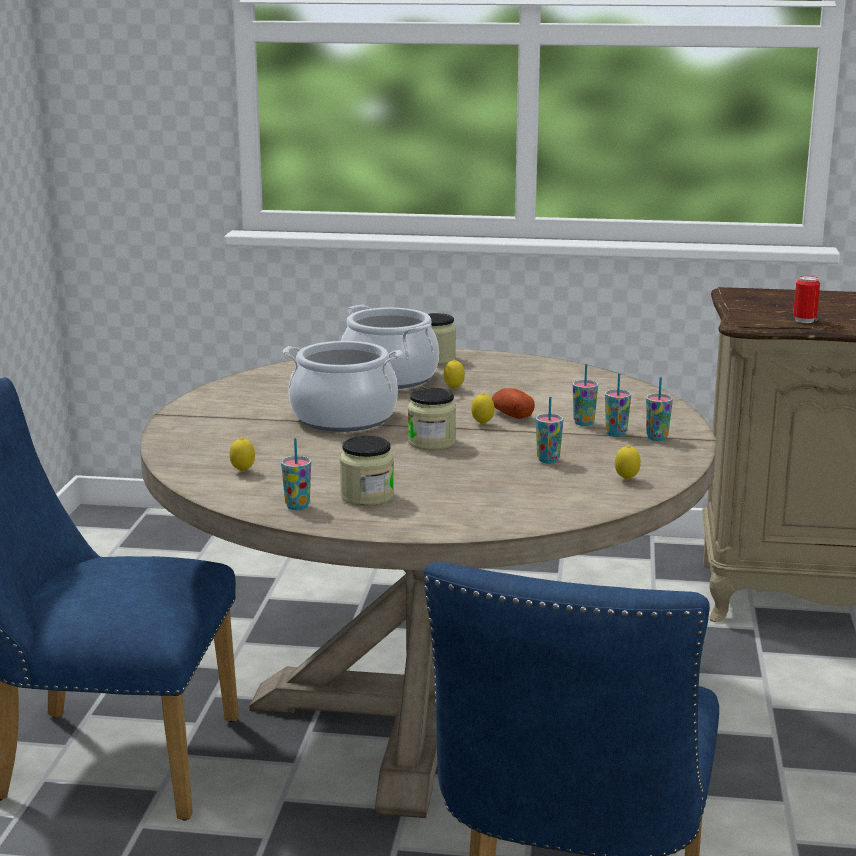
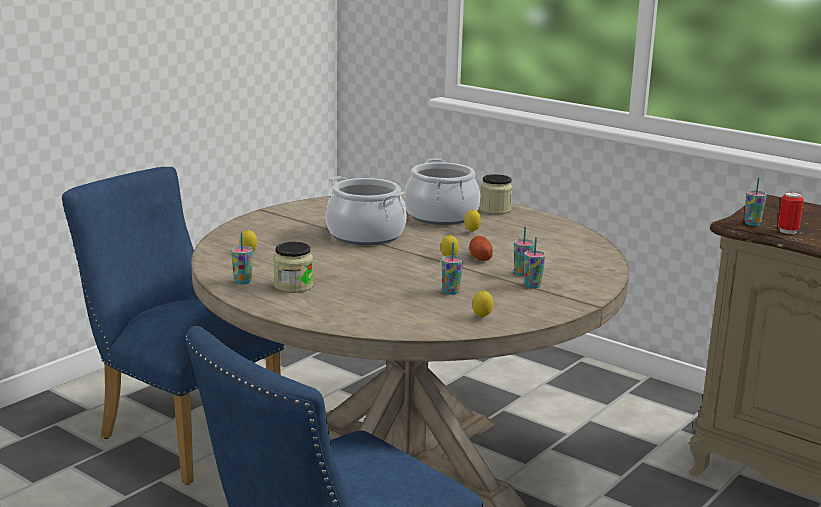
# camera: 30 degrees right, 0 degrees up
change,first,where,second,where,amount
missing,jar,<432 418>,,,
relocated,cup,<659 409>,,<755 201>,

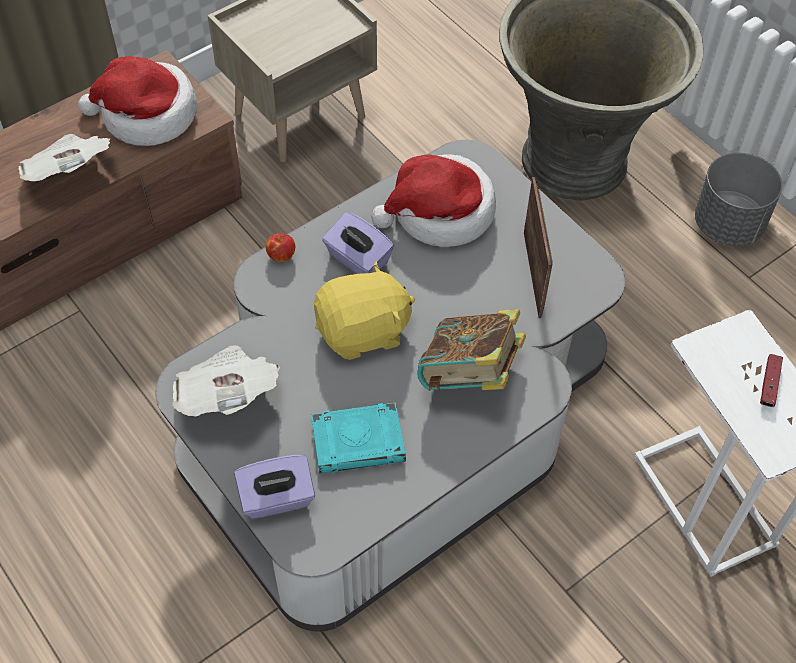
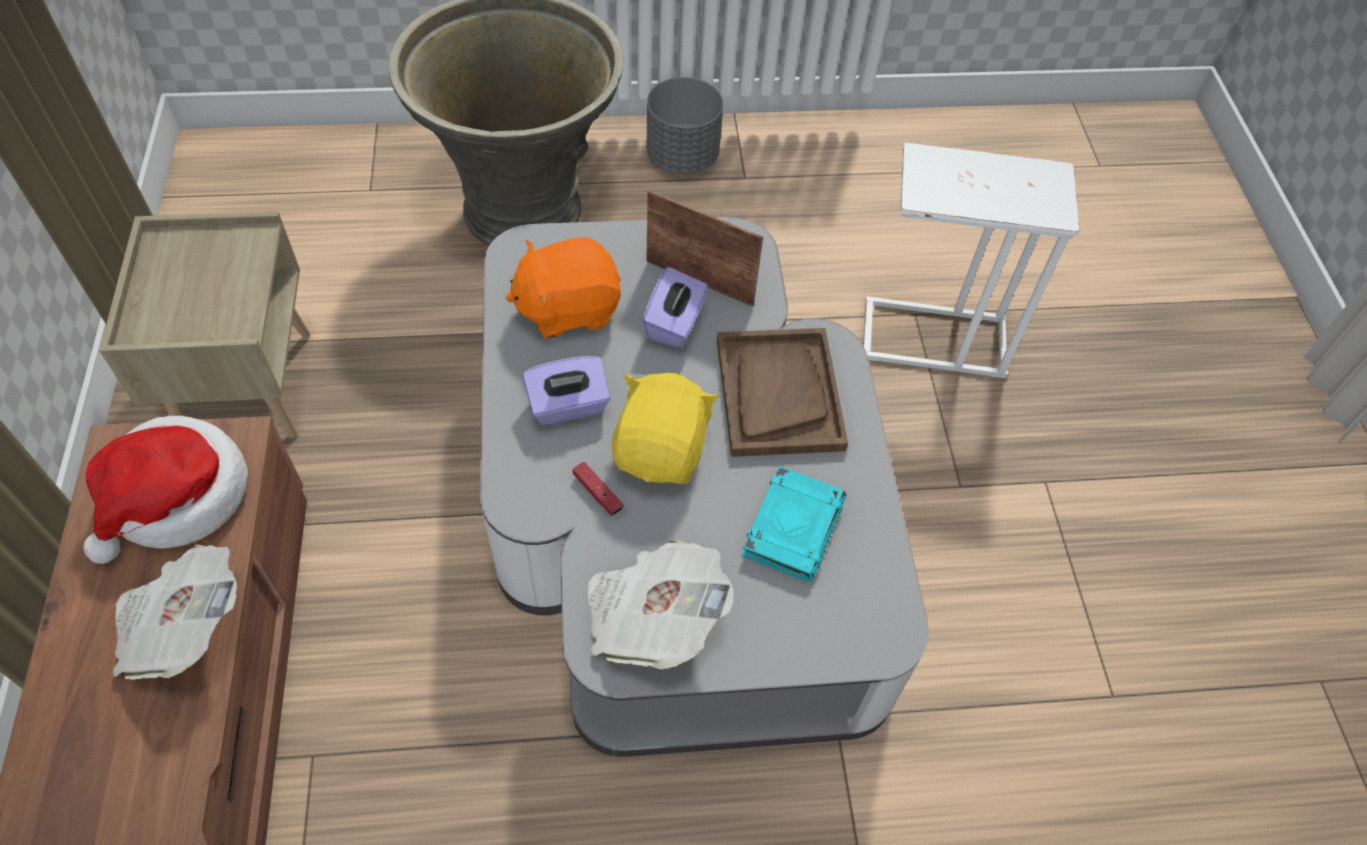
# camera: 60 degrees left, 0 degrees up
change,first,where,second,where,amount
missing,apple,<280 247>,,,
relocated,purple tissue box,<274 487>,,<675 307>,
relocated,red game controller,<771 380>,,<598 489>,
exchanged,hat,<433 200>,orange plush toy,<563 288>,
exchanged,book,<471 350>,brown tray,<782 392>,

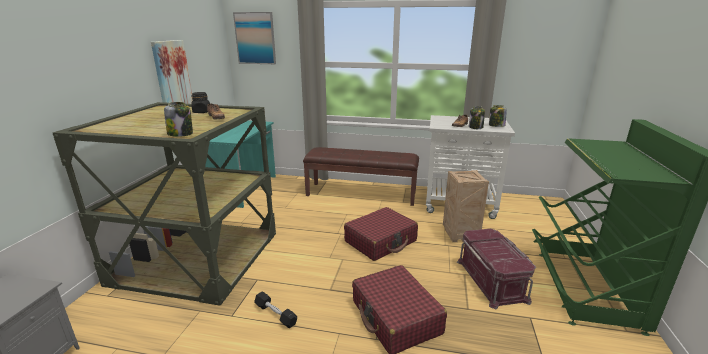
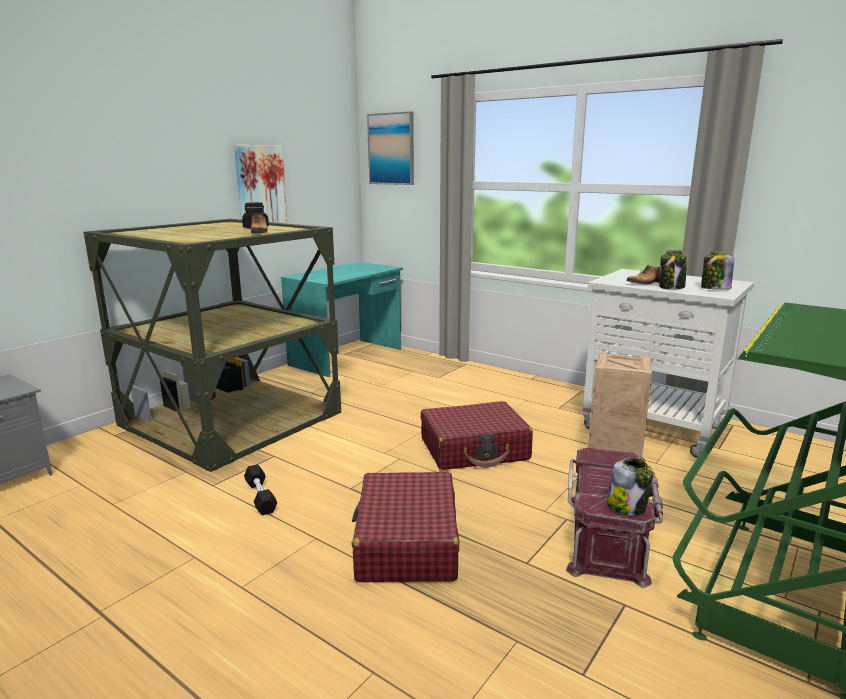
# camera: 25 degrees right, 5 degrees down
change,first,where,second,where,amount
missing,brown bench,<361 176>,,,
relocated,jar,<178 119>,,<629 487>,

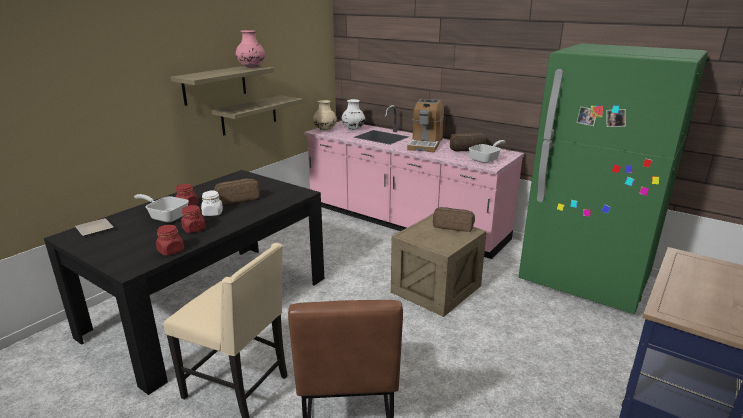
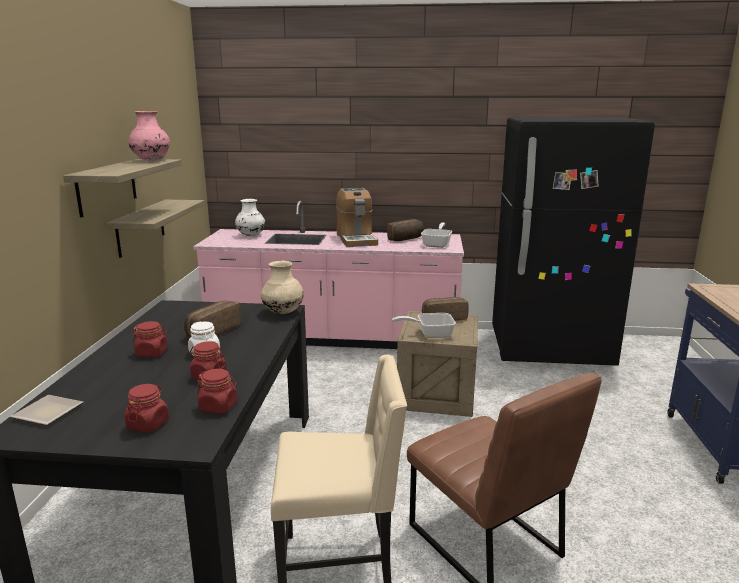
# camera: 30 degrees left, 5 degrees down
change,first,where,second,where,amount
appeared,,,red jar,<147 408>,
relocated,frying pan,<161 208>,,<424 325>,
relocated,beige vase,<325 115>,,<282 287>,
colour,green fridge,<613 178>,black fridge,<573 241>,

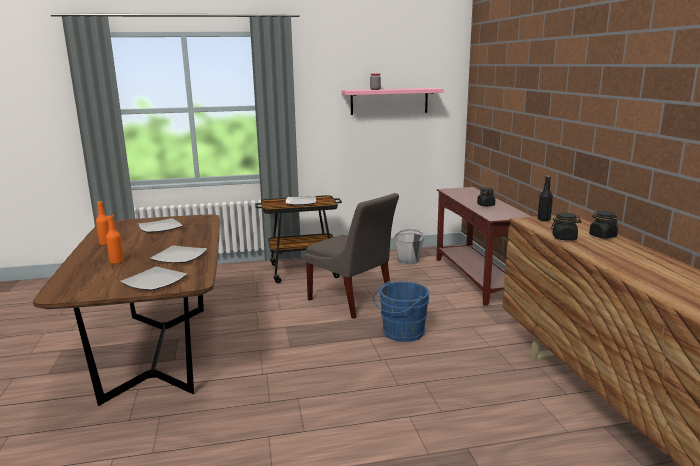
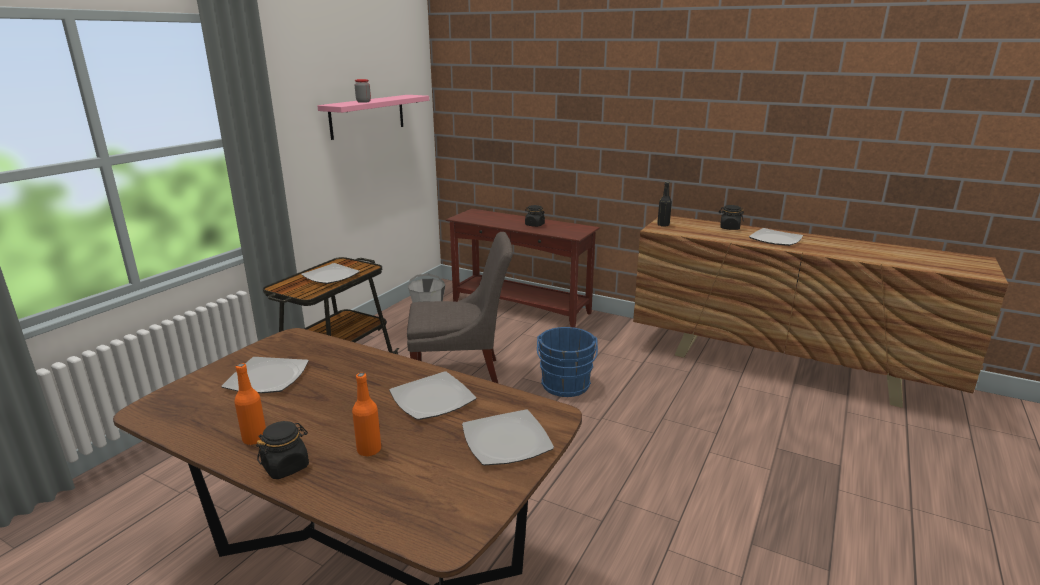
# camera: 50 degrees left, 5 degrees up
change,first,where,second,where,amount
appeared,,,plate,<776 237>,
relocated,black jar,<566 226>,,<282 450>,

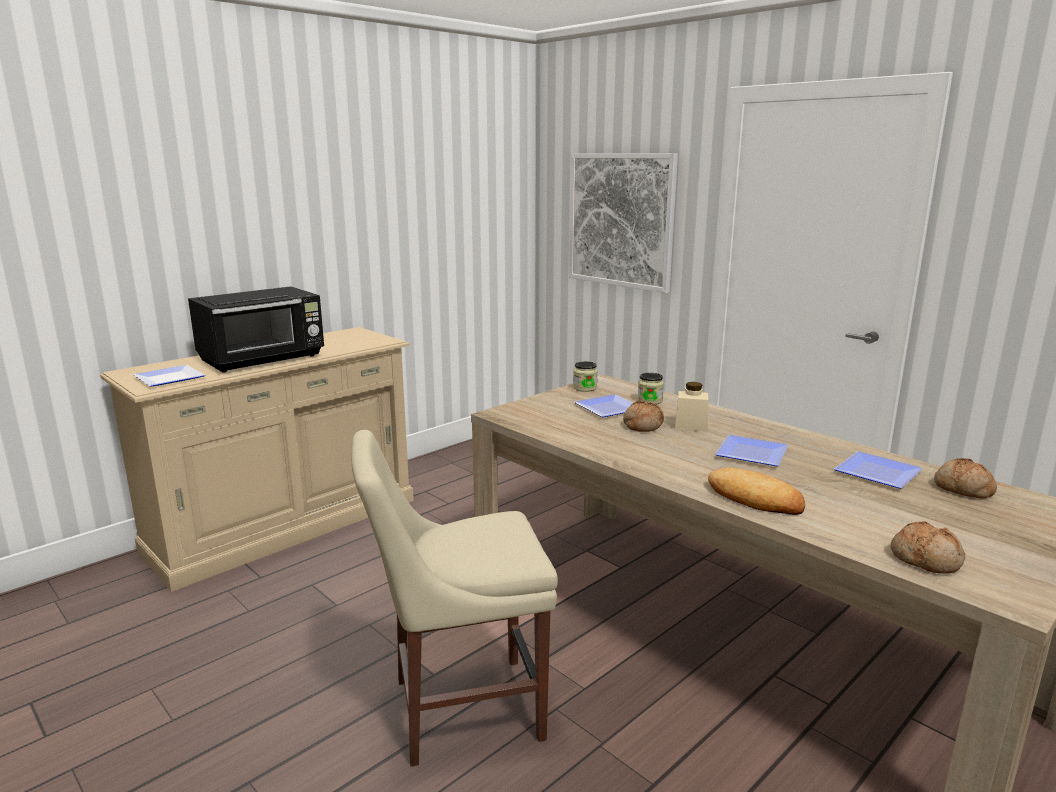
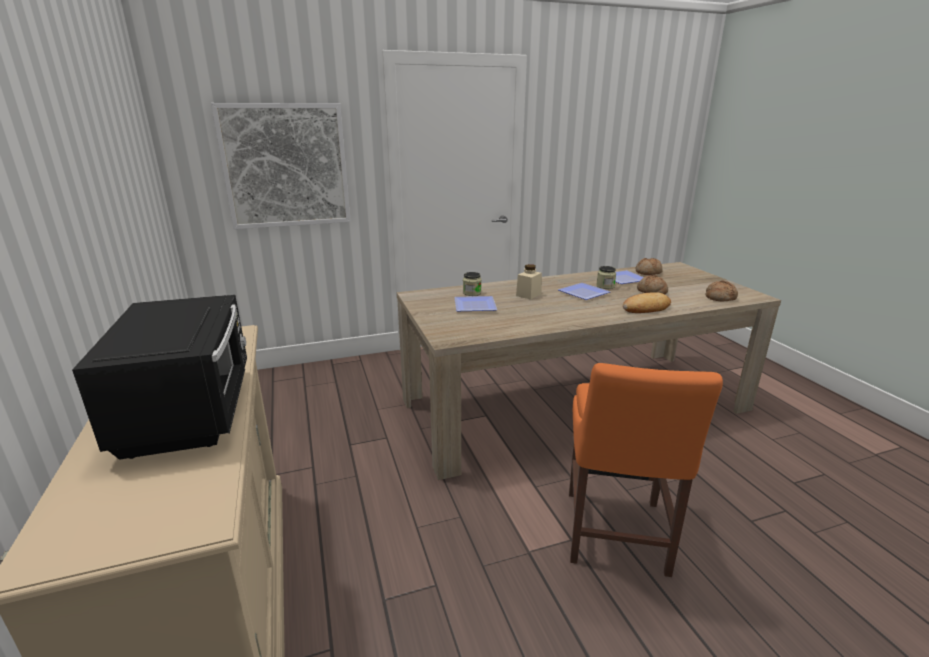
# camera: 65 degrees left, 5 degrees up
change,first,where,second,where,amount
missing,plate,<169 376>,,,
relocated,jar,<585 376>,,<606 277>,
relocated,bread,<643 416>,,<652 284>,
colour,beige chair,<454 598>,orange chair,<646 470>,

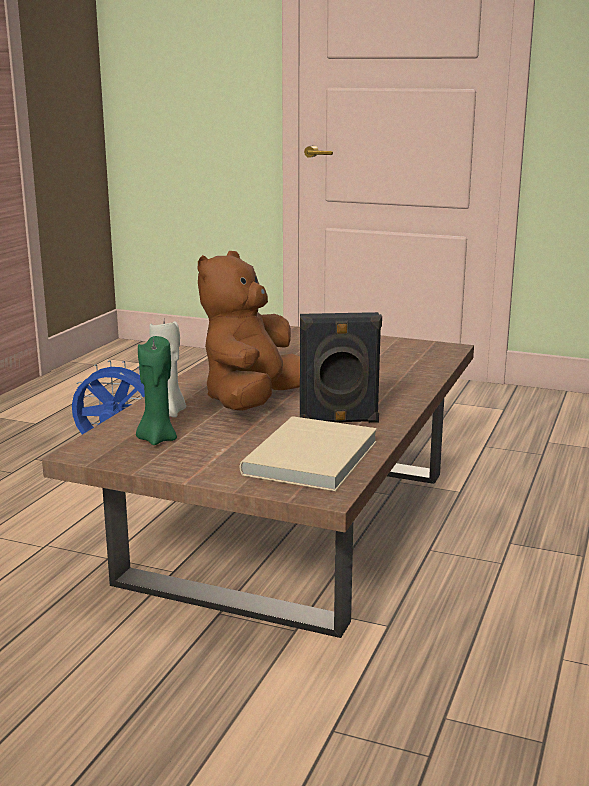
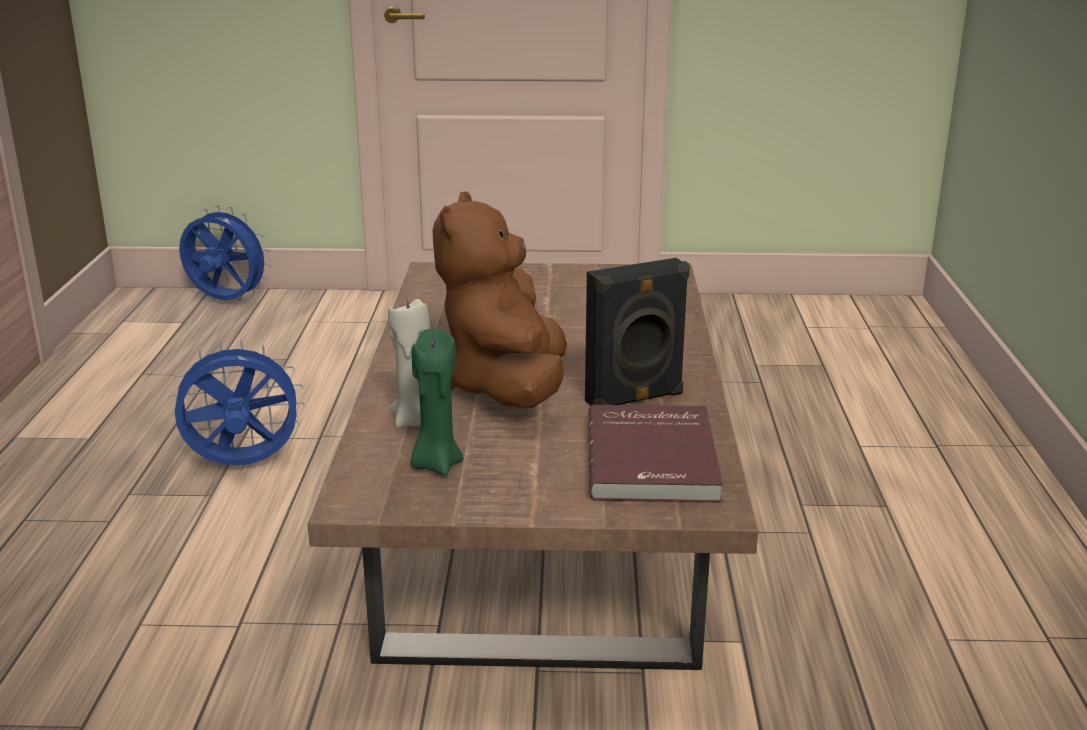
# camera: 20 degrees left, 5 degrees up
change,first,where,second,where,amount
appeared,,,blue fan,<225 252>,
colour,beige book,<308 453>,red book,<655 454>,

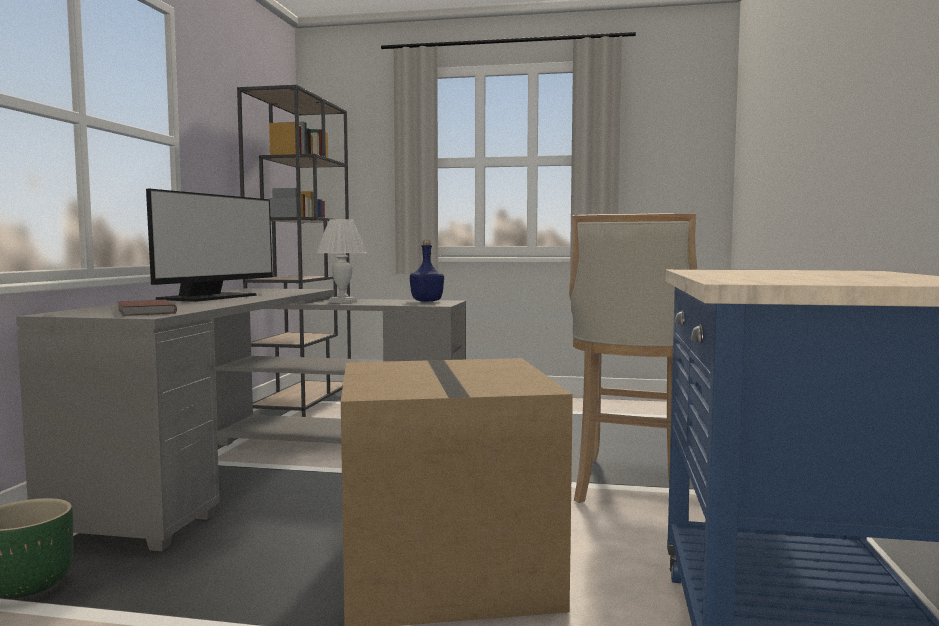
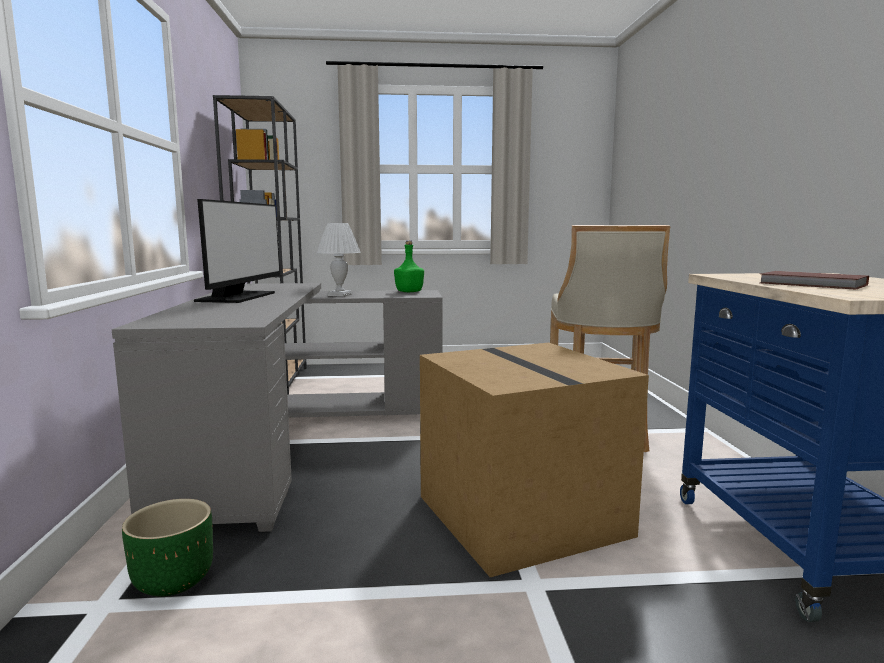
# camera: 15 degrees left, 5 degrees up
change,first,where,second,where,amount
relocated,brown book,<147 308>,,<814 280>,
colour,blue bottle,<427 271>,green bottle,<409 266>,

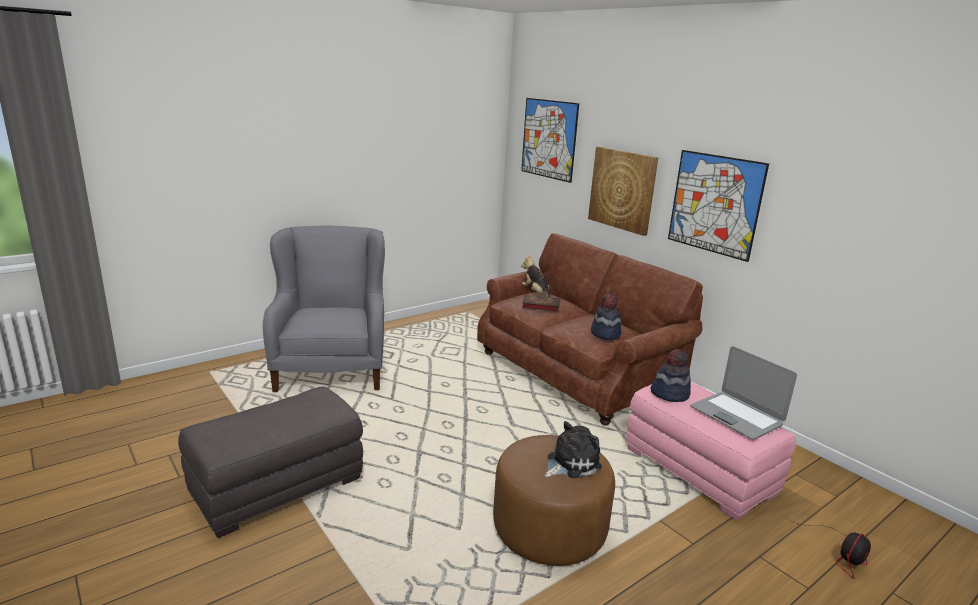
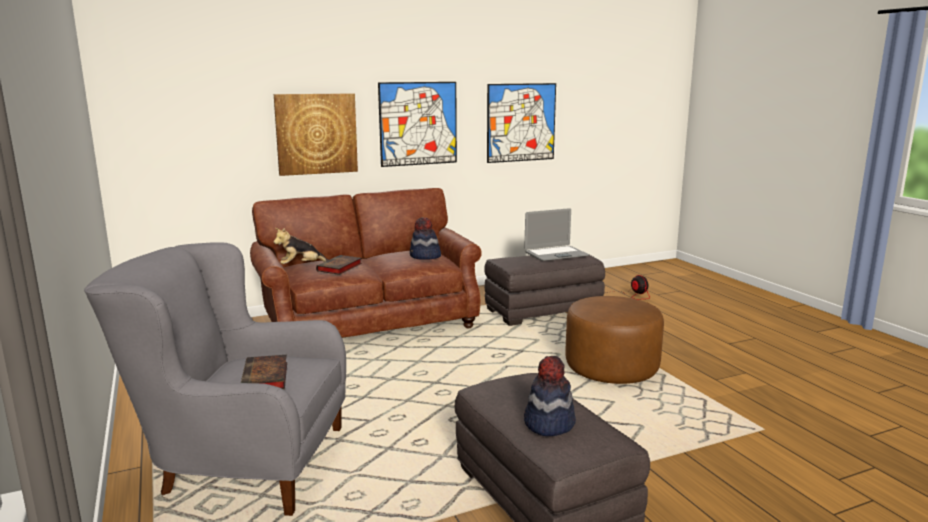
# camera: 75 degrees left, 5 degrees down
change,first,where,second,where,amount
missing,plush toy,<573 449>,,,
appeared,,,book,<264 372>,
relocated,picture,<550 140>,,<521 123>,
relocated,hat,<670 375>,,<550 396>,
colour,pink ottoman,<711 451>,grey ottoman,<544 290>,

